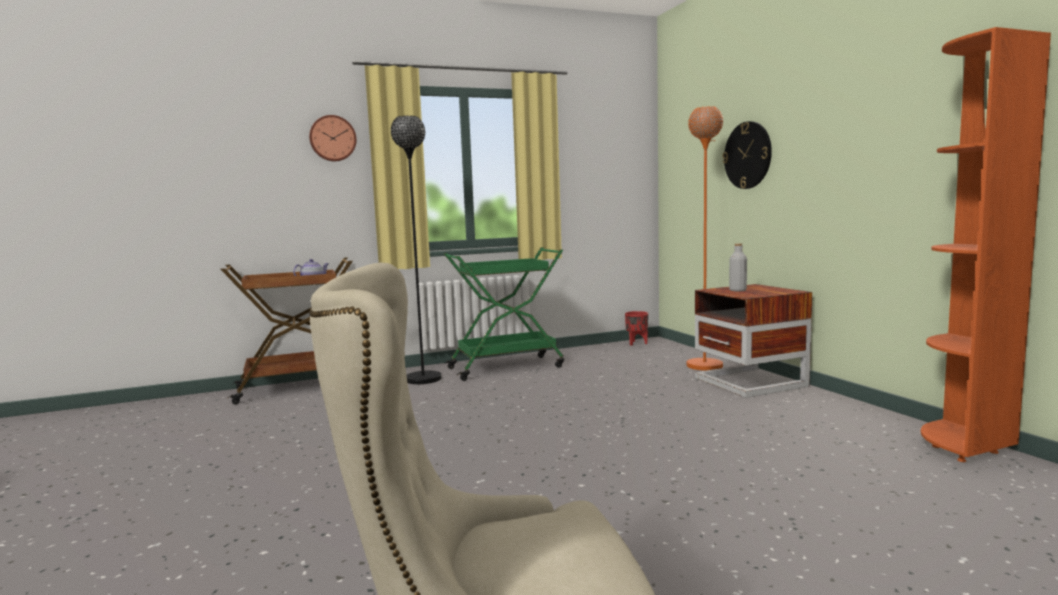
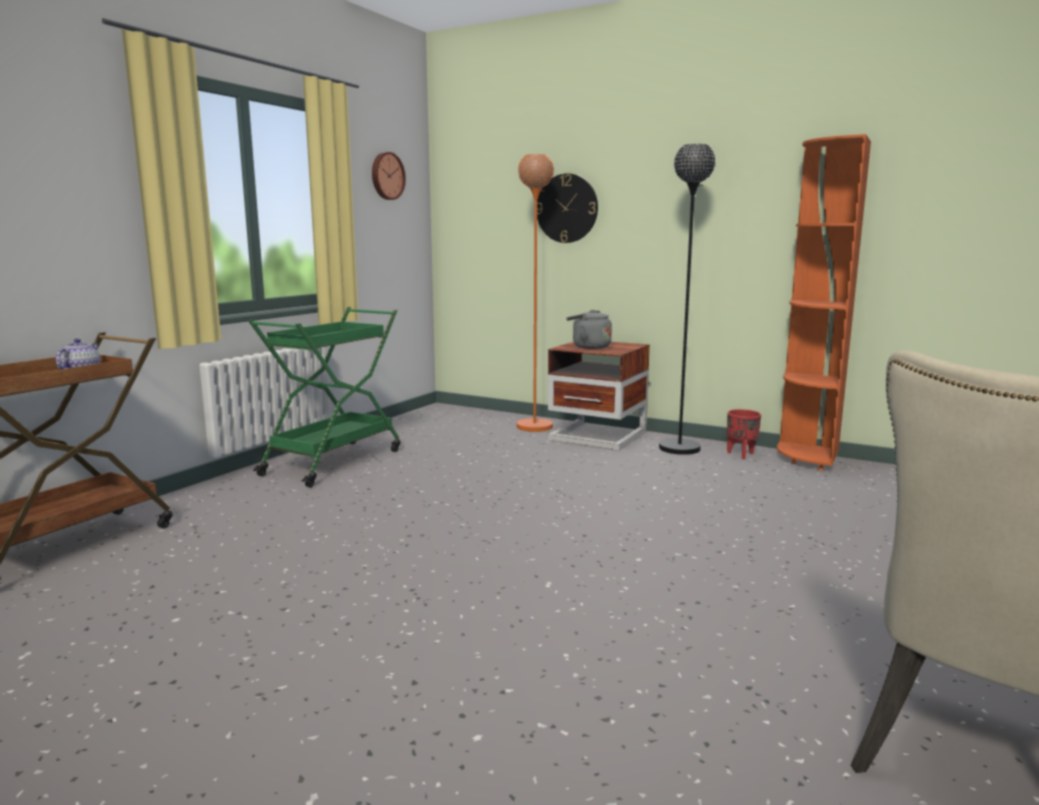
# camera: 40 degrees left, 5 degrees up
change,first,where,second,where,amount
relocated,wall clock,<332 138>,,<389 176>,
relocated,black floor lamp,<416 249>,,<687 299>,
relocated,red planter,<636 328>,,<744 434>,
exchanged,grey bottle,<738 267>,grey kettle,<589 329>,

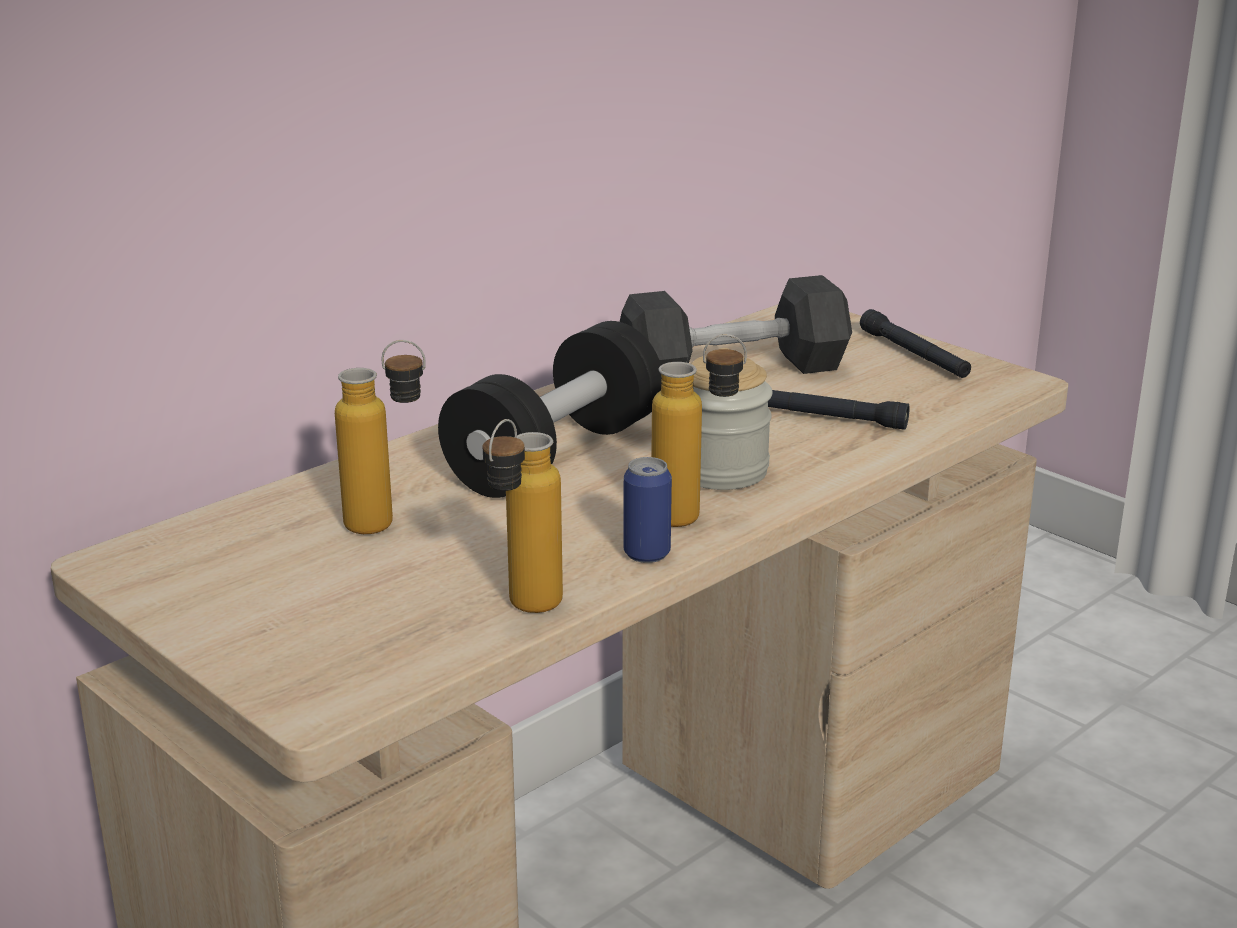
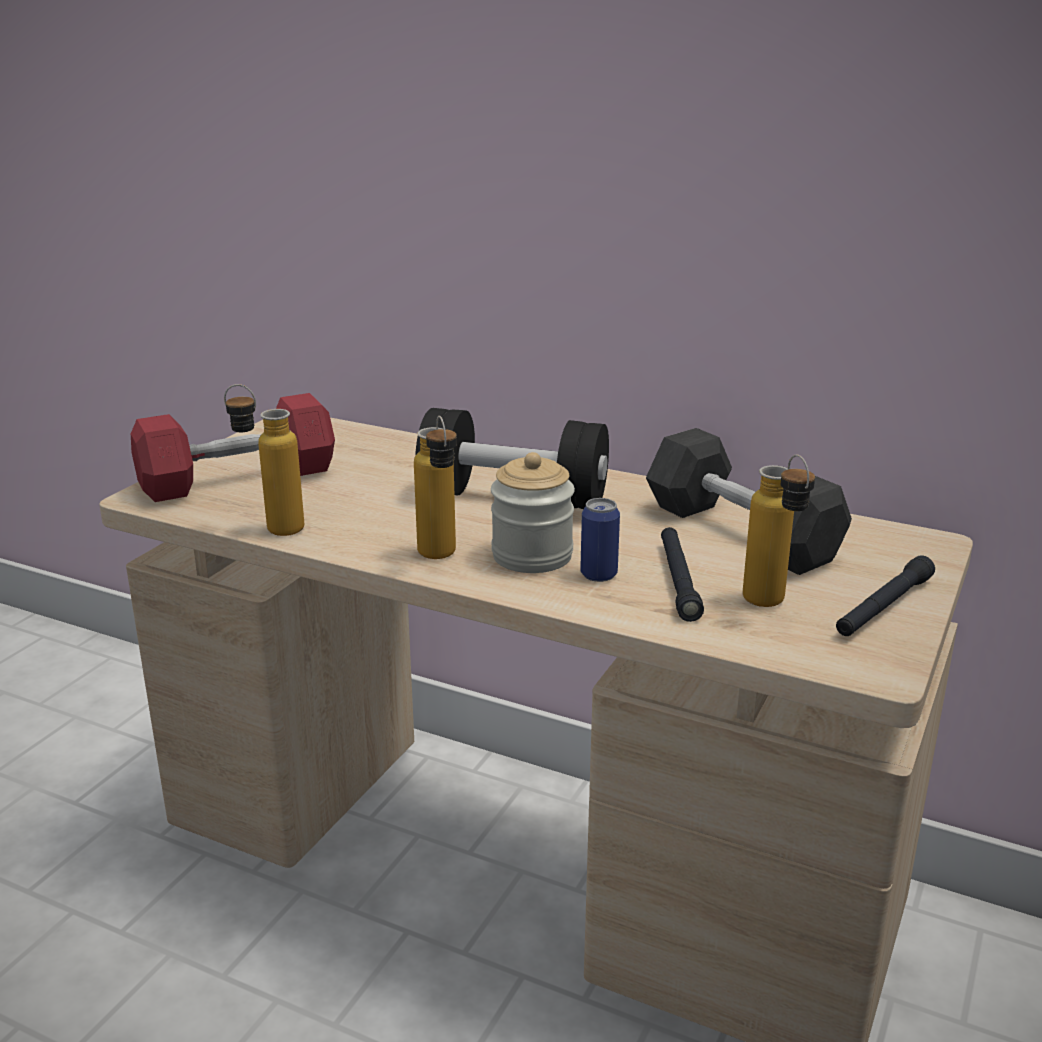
# camera: 70 degrees right, 0 degrees up
change,first,where,second,where,amount
appeared,,,red dumbbell,<233 447>,
relocated,bottle,<380 437>,,<779 531>,
relocated,can,<648 510>,,<600 540>,

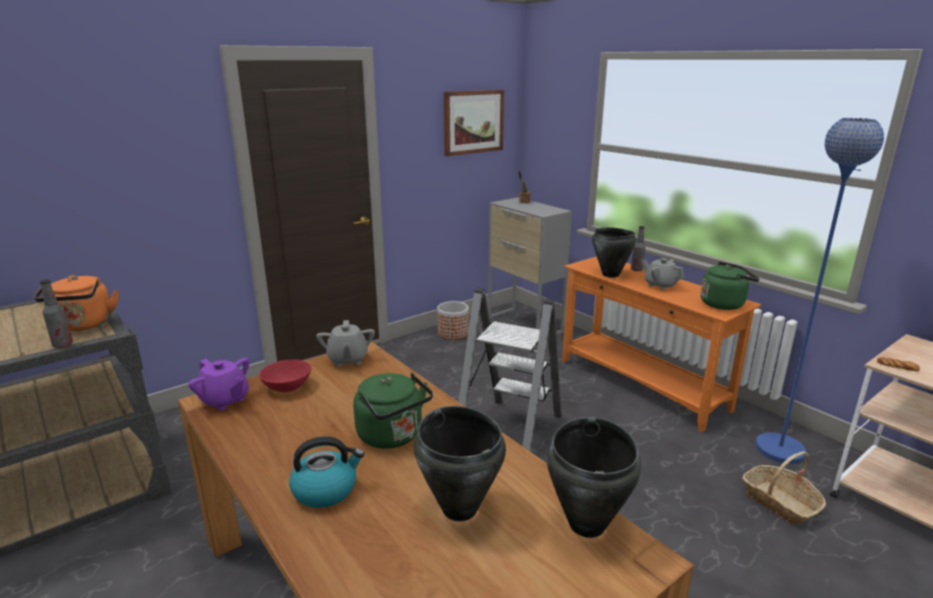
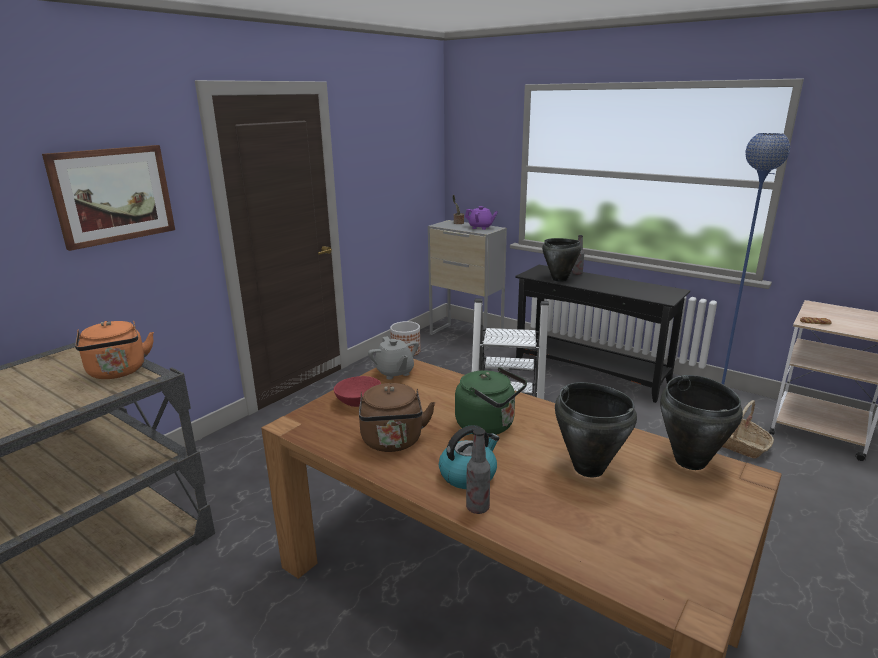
# camera: 15 degrees left, 0 degrees up
change,first,where,second,where,amount
missing,grey teapot,<663 274>,,,
missing,green kettle,<730 286>,,,
appeared,,,brown kettle,<397 417>,
relocated,bottle,<56 313>,,<478 471>,
relocated,purple teapot,<218 384>,,<481 218>,
relocated,picture,<474 123>,,<108 198>,
colour,orange console table,<661 344>,black console table,<602 334>,

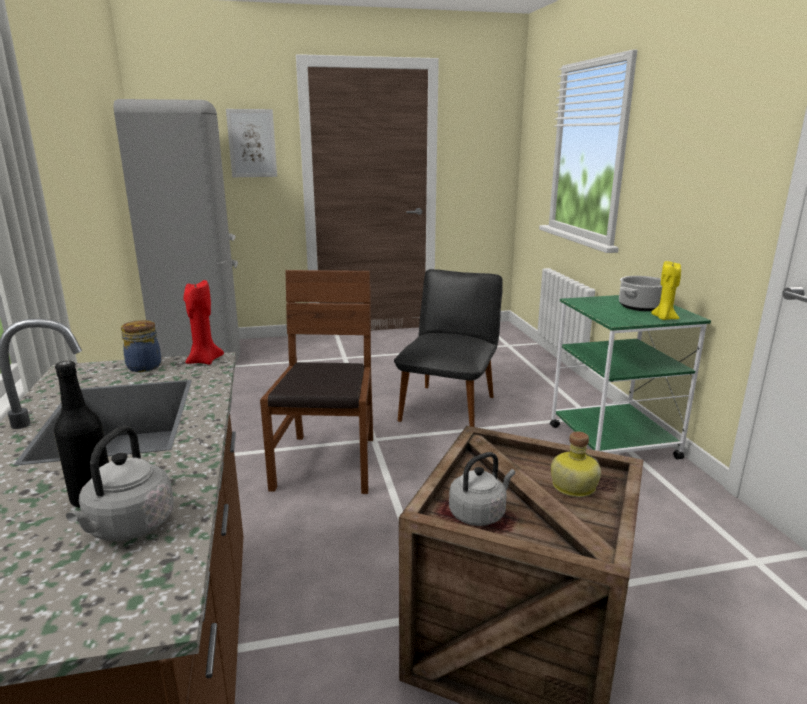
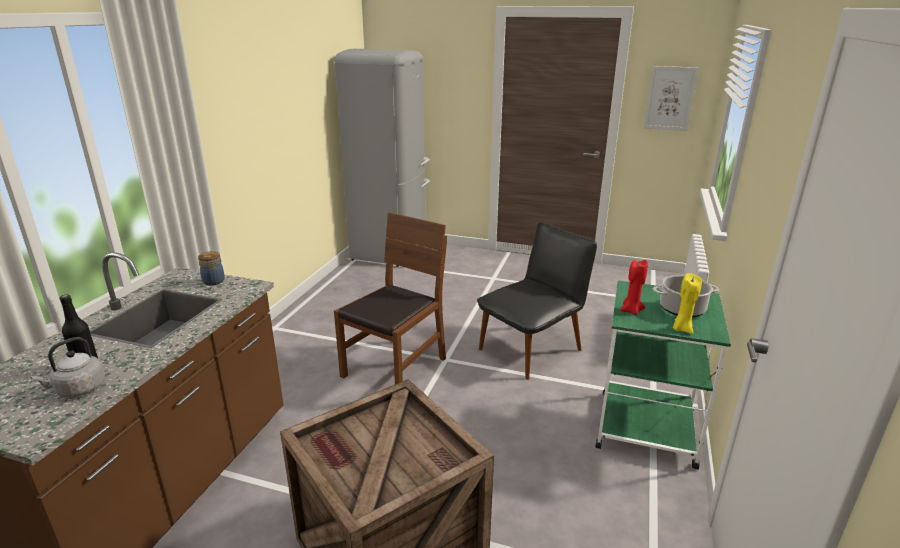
# camera: 30 degrees right, 5 degrees up
change,first,where,second,where,amount
missing,grey kettle,<482 489>,,,
missing,bottle,<576 464>,,,
relocated,red candle,<204 322>,,<634 287>,
relocated,picture,<251 143>,,<671 98>,

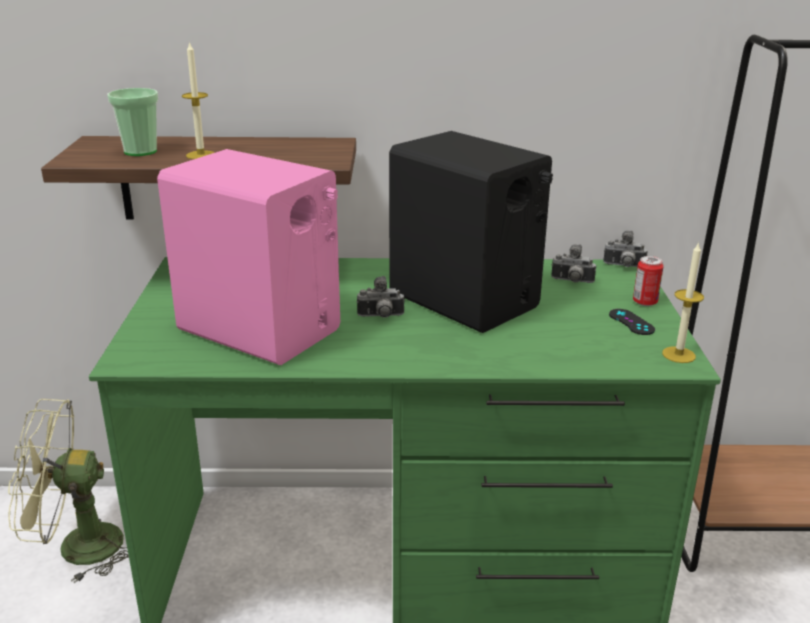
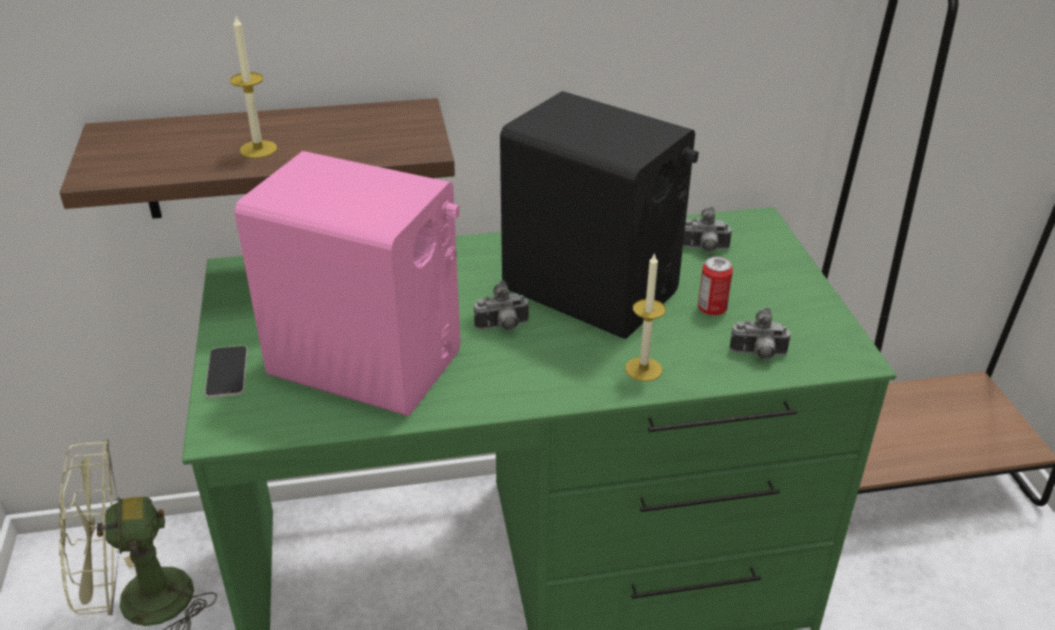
# camera: 10 degrees left, 10 degrees up
change,first,where,second,where,amount
missing,cup,<132 122>,,,
missing,black game controller,<632 322>,,,
appeared,,,phone,<226 372>,
relocated,photo camera,<625 249>,,<760 333>,
relocated,can,<648 281>,,<715 286>,
relocated,candle,<683 302>,,<645 317>,

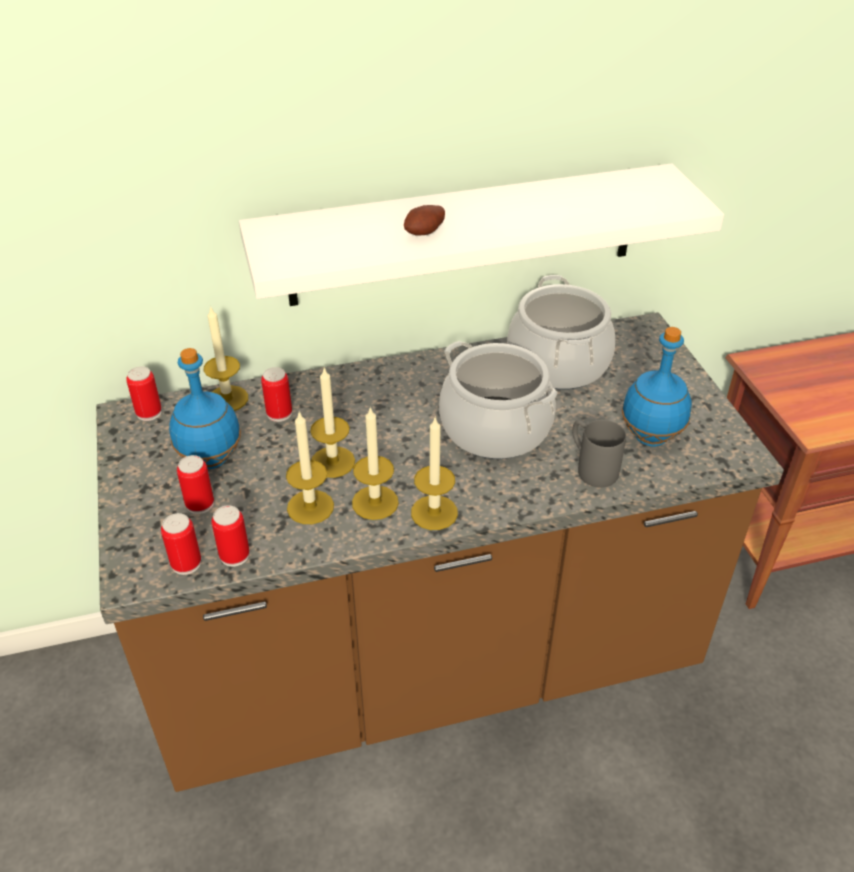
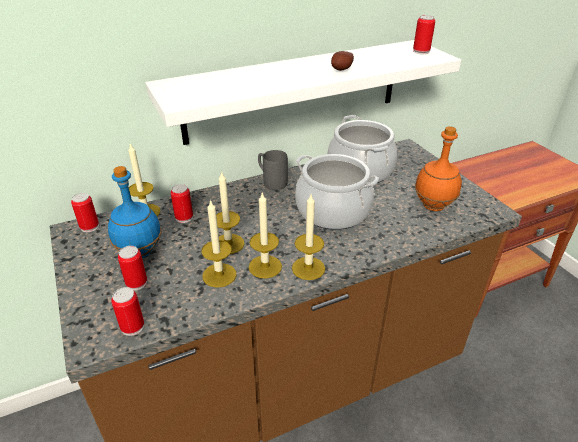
# camera: 10 degrees left, 5 degrees down
change,first,where,second,where,amount
relocated,can,<230 536>,,<424 34>,
relocated,potato,<424 220>,,<342 61>,
relocated,grey mug,<599 453>,,<273 170>,
colour,blue bottle,<657 386>,orange bottle,<438 168>,

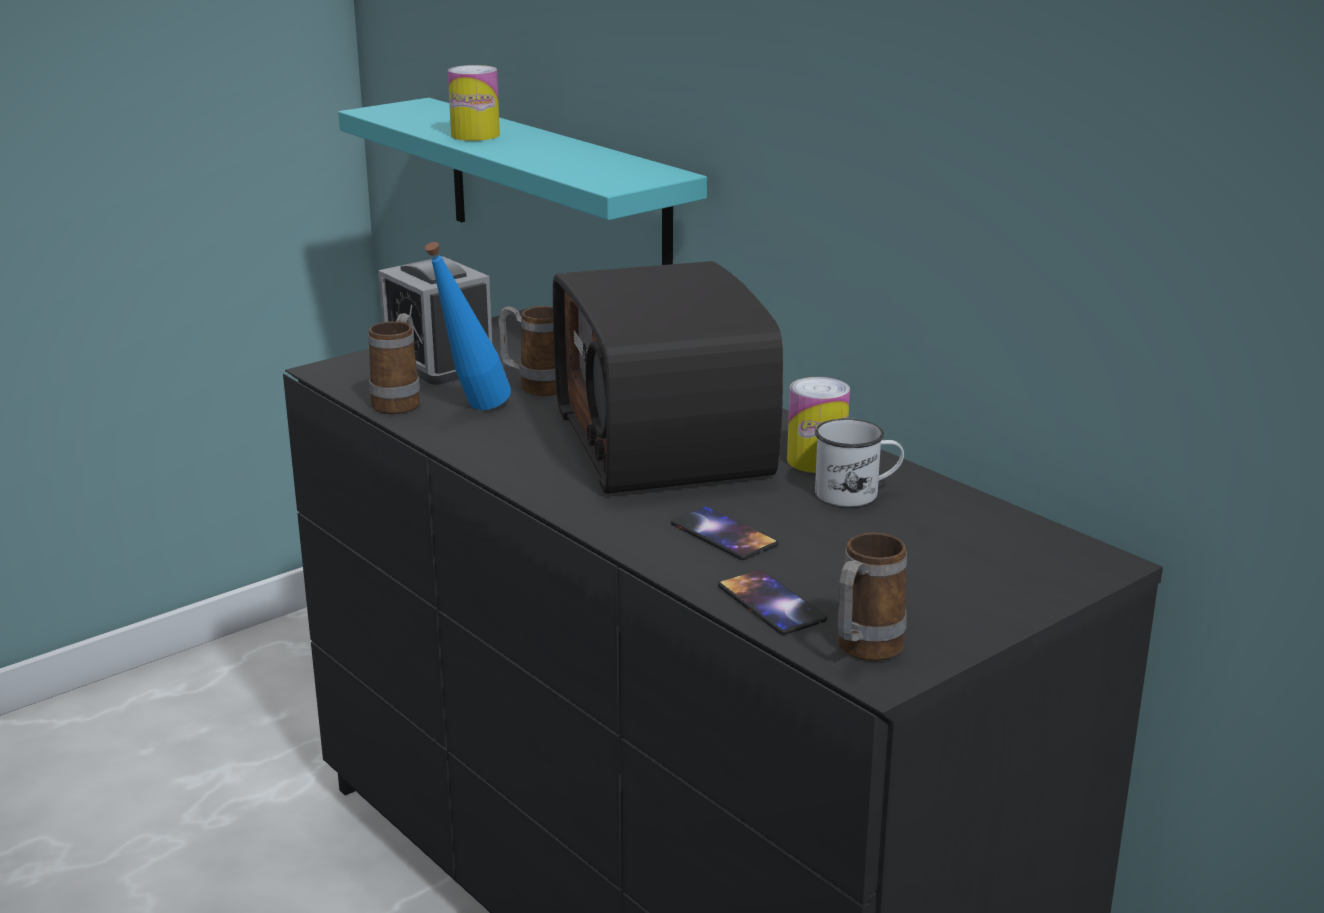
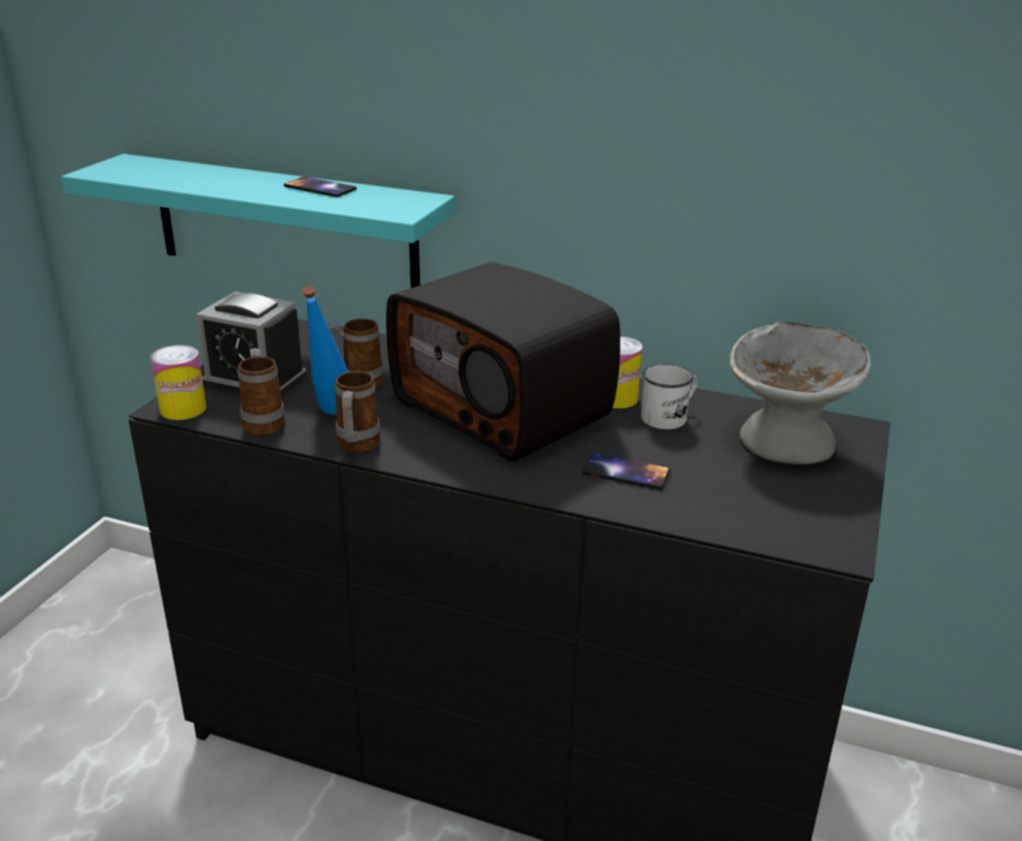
# camera: 30 degrees left, 5 degrees up
change,first,where,second,where,amount
appeared,,,grey bowl,<800 393>,
relocated,can,<474 103>,,<178 382>,
relocated,phone,<772 602>,,<320 187>,
relocated,mug,<872 597>,,<357 412>,

